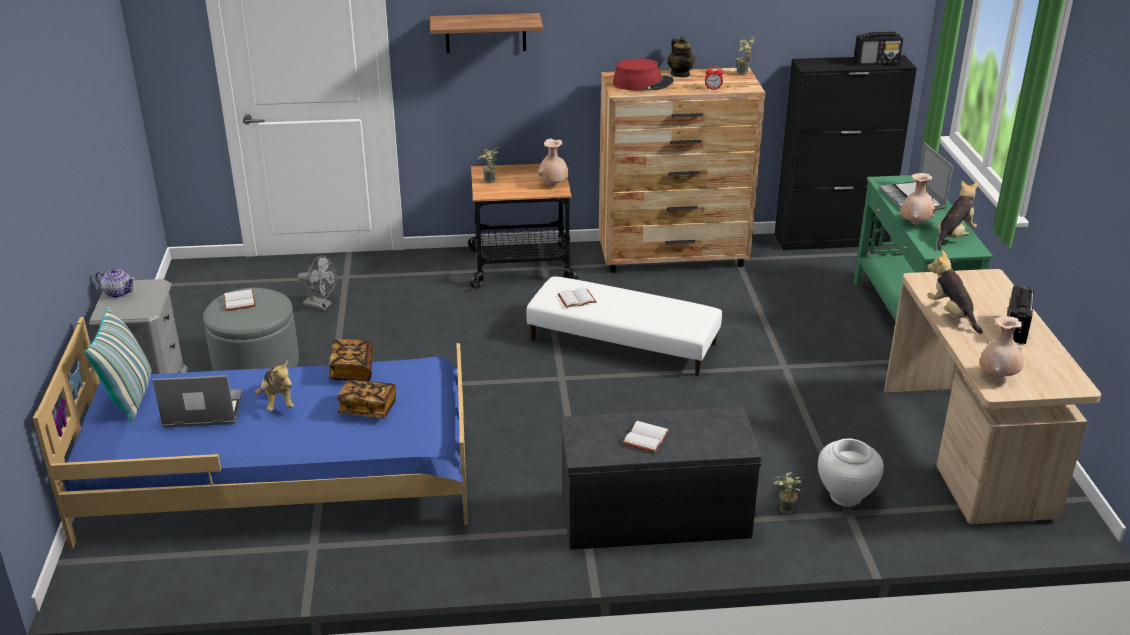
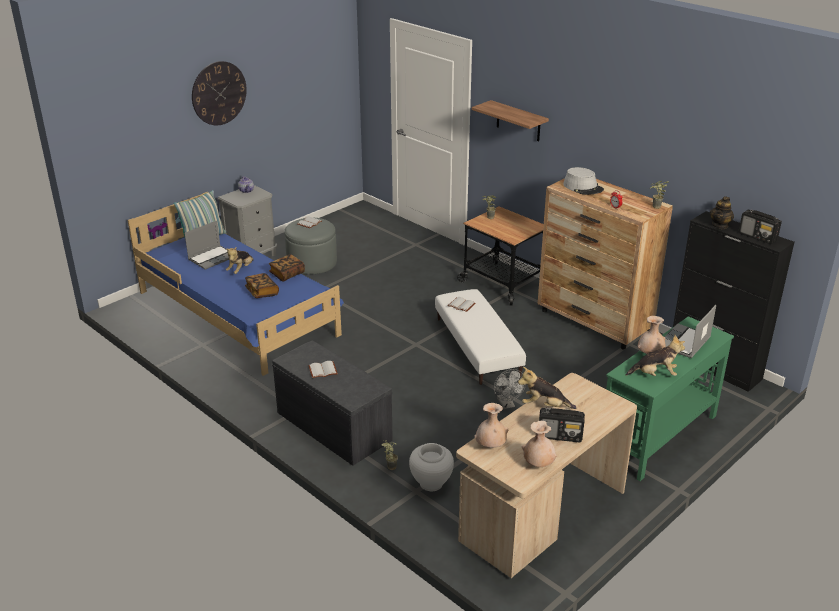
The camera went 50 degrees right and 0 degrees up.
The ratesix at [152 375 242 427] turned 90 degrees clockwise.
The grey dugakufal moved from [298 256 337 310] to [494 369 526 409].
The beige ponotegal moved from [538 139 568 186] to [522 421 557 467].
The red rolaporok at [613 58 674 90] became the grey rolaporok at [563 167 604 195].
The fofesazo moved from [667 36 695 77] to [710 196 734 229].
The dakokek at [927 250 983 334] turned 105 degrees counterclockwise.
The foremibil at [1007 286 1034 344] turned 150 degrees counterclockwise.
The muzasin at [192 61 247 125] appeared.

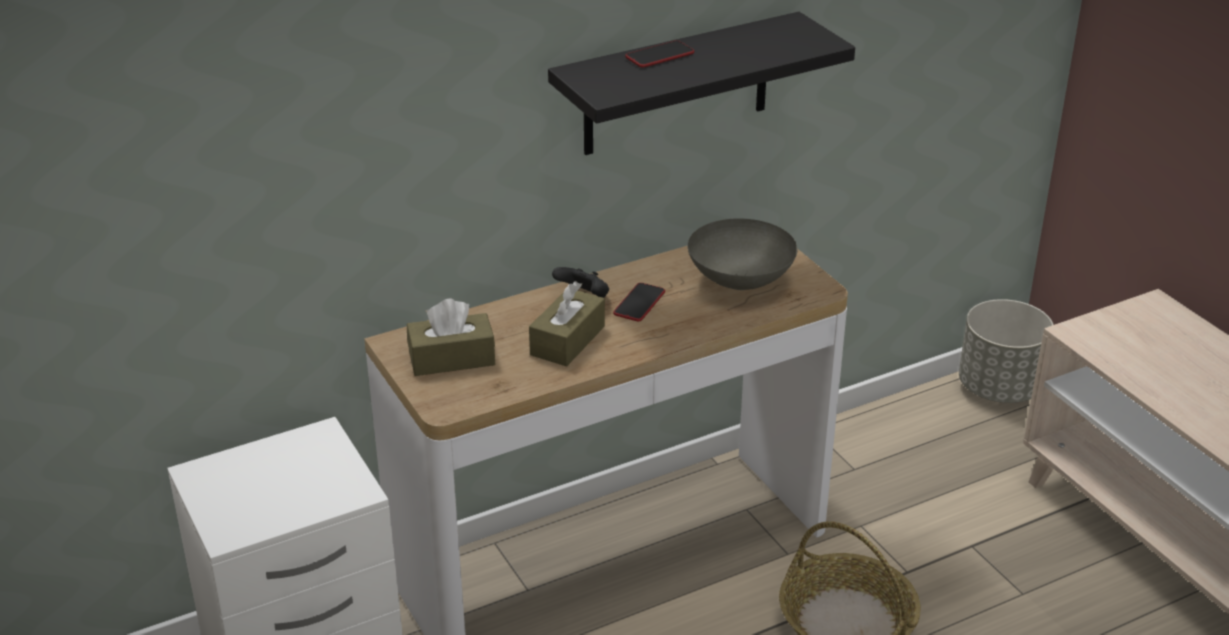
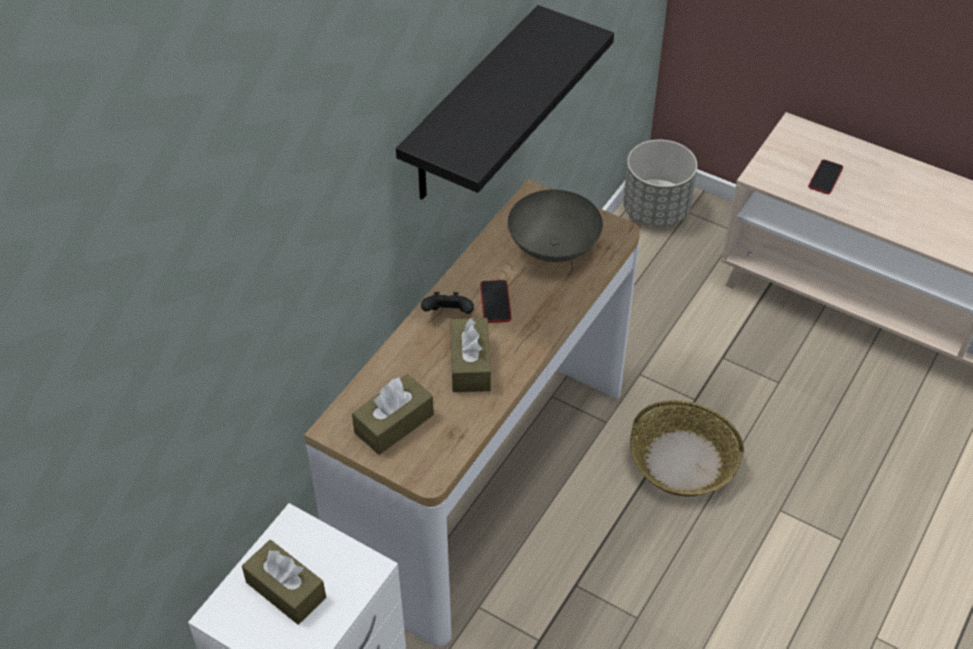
The camera went 30 degrees left and 15 degrees up.
The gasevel moved from [625 40 694 68] to [808 160 843 194].
The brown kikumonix at [242 540 326 625] appeared.

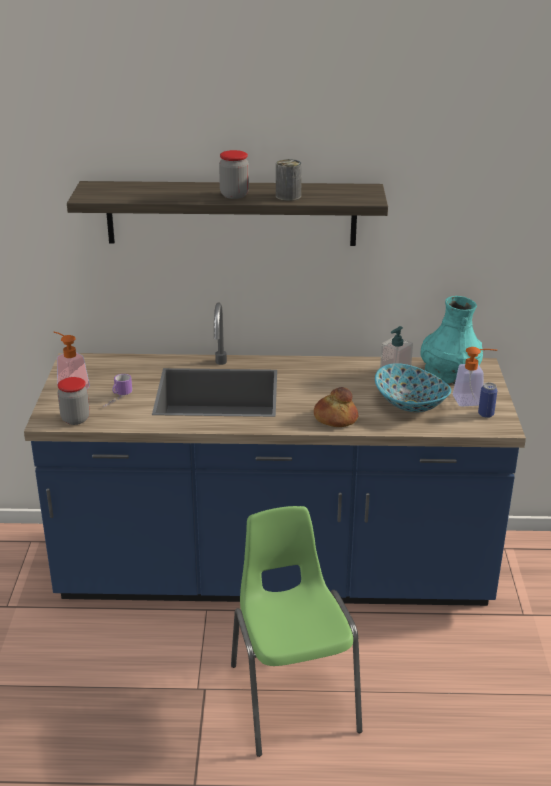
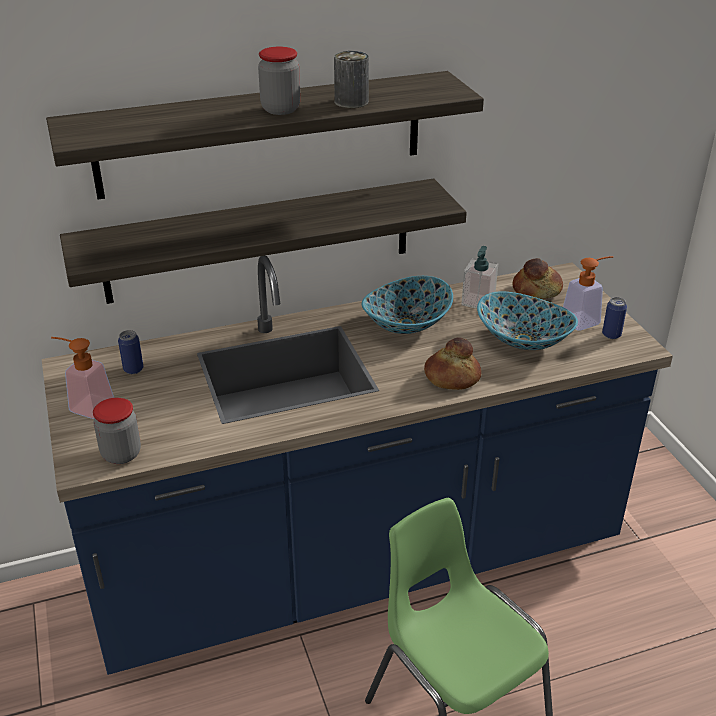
The camera went 20 degrees left and 5 degrees up.
The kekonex at [104 374 132 406] disappeared.
The turquoise ponotegal at [420 296 483 384] was replaced by the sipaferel at [512 258 563 299].
The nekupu at [60 179 467 304] appeared.
The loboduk at [118 330 143 374] appeared.
The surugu at [362 276 453 334] appeared.

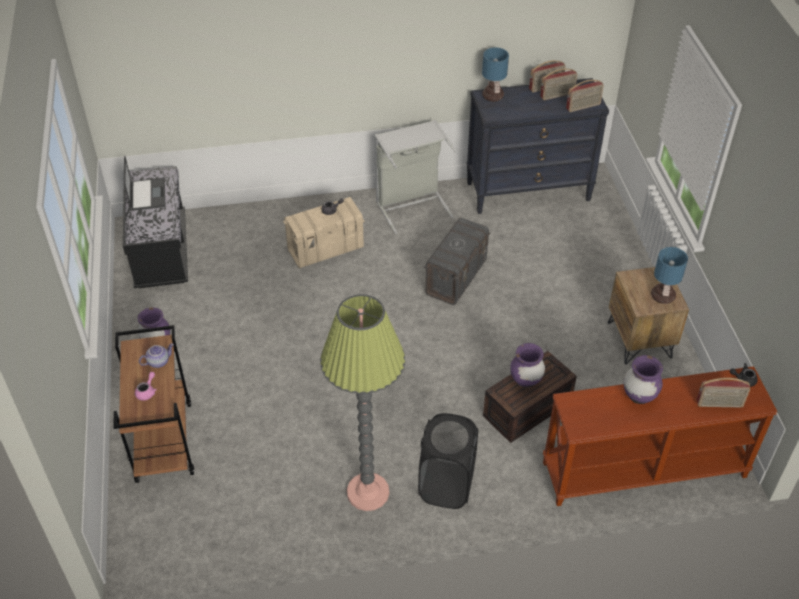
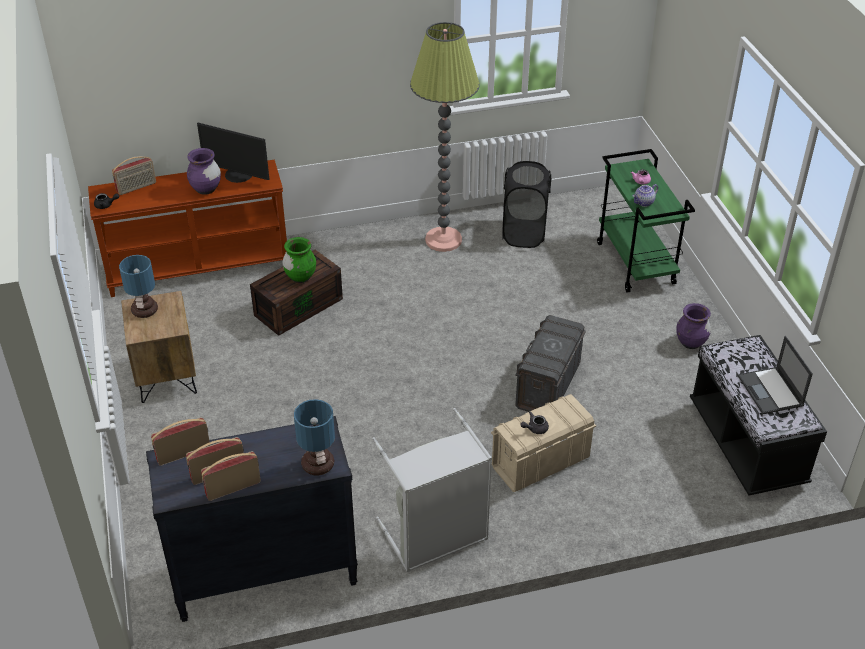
The camera went 175 degrees right and 5 degrees down.
The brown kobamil at [113 325 194 483] became the green kobamil at [597 149 695 292].
The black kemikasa moved from [418 413 478 509] to [502 161 551 248].
The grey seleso moved from [424 218 490 305] to [515 315 586 412].
The purple ponotegal at [510 343 545 388] became the green ponotegal at [282 237 316 283].
The foremibil at [697 378 750 407] turned 150 degrees clockwise.
The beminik at [197 123 270 183] appeared.

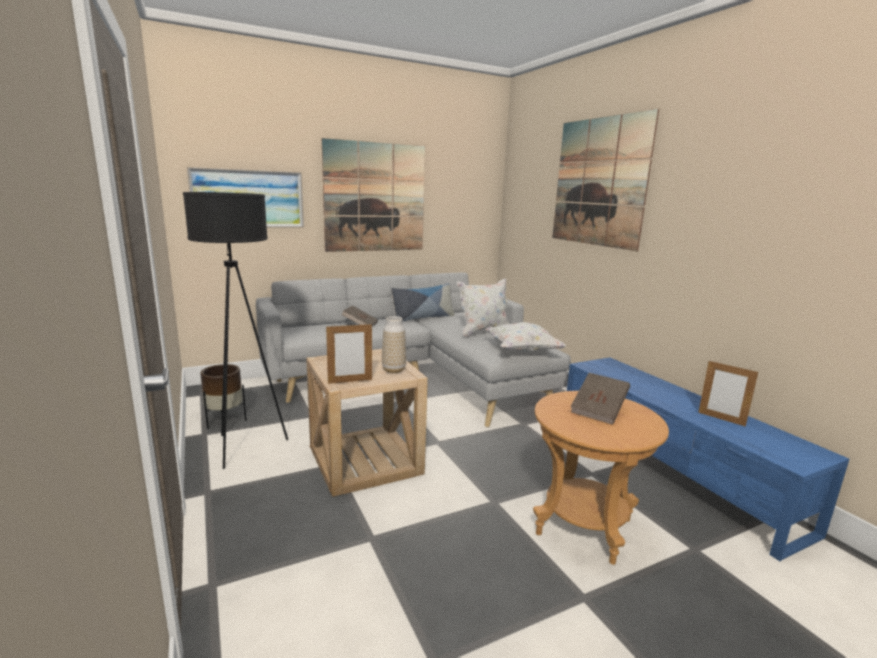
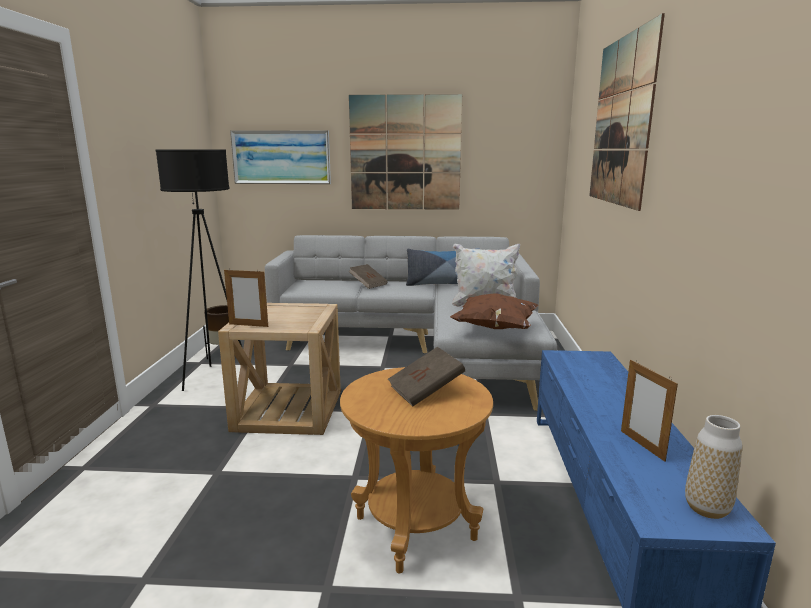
The camera went 30 degrees right and 0 degrees up.
The ponotegal moved from [382 316 406 373] to [685 415 742 519].
The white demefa at [485 322 566 352] became the brown demefa at [450 293 539 329].

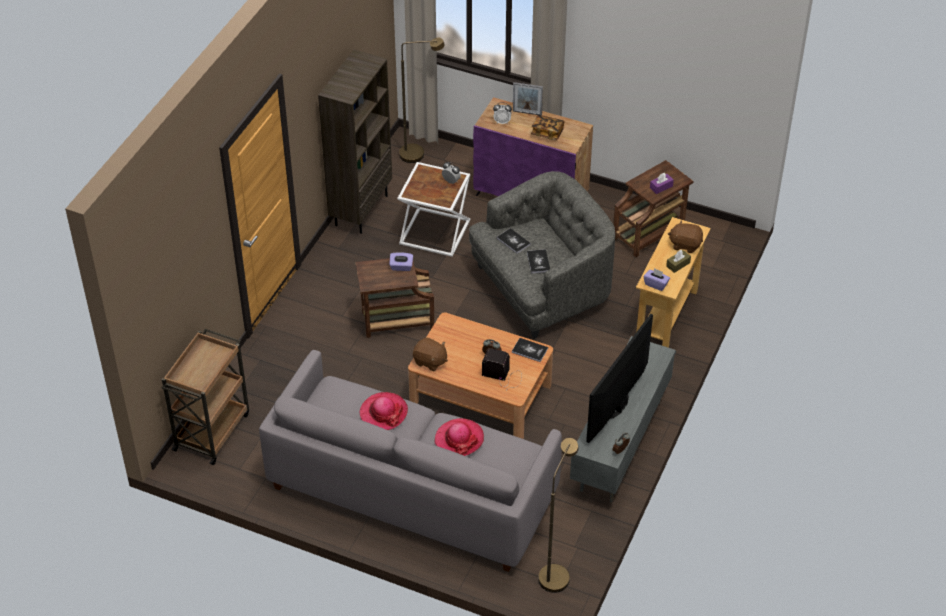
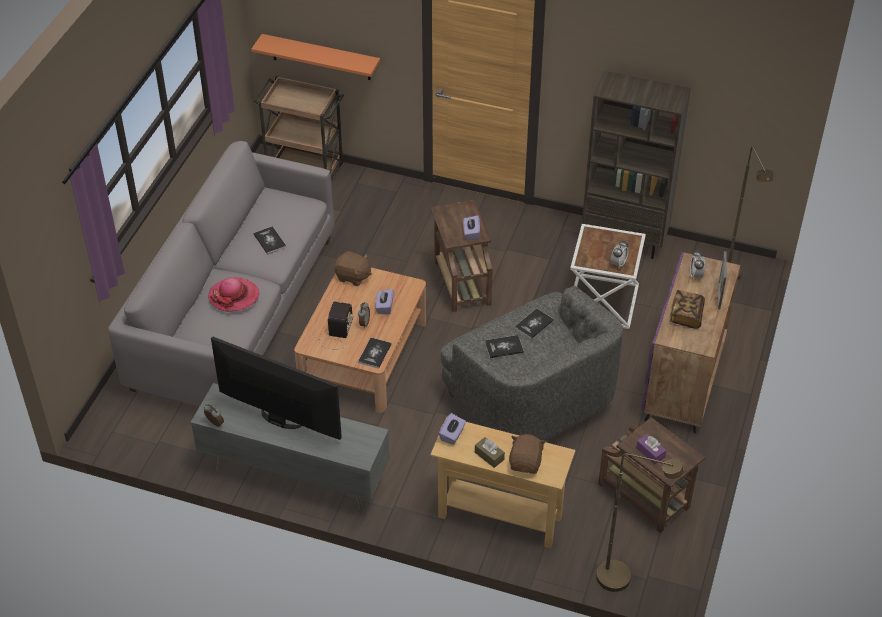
The camera went 85 degrees right and 0 degrees up.
The rolaporok at [360 392 408 430] was replaced by the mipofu at [253 226 286 255].
The brown dakokek at [413 337 448 371] turned 90 degrees counterclockwise.
The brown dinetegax moved from [538 438 578 593] to [596 453 684 592].
The orange nekupu at [251 34 380 80] appeared.
The purple kikumonix at [375 289 394 314] appeared.

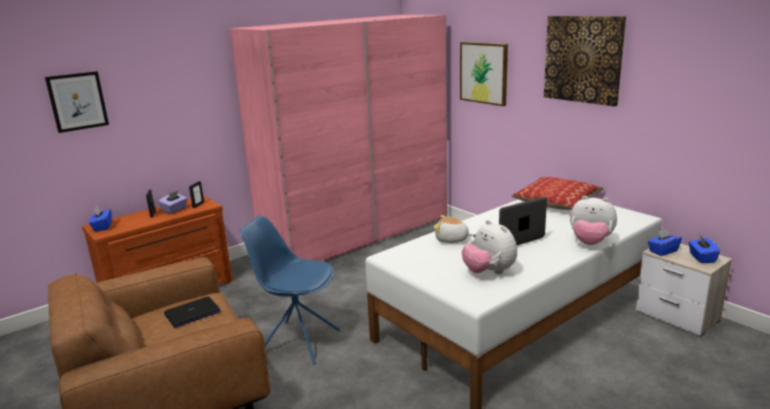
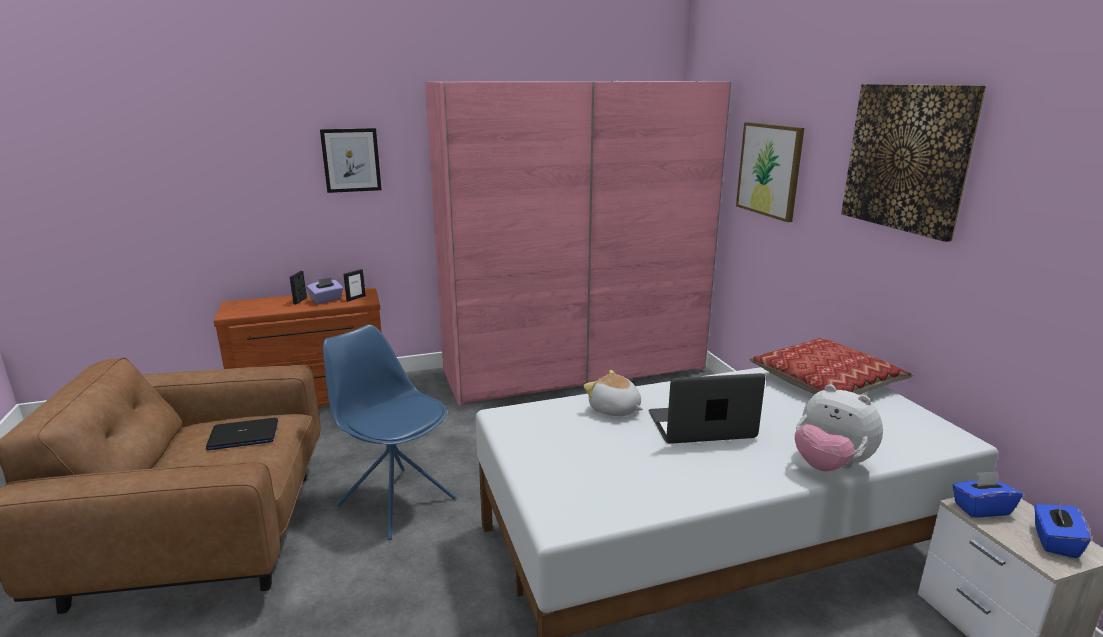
The camera went 20 degrees right and 0 degrees up.
The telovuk moved from [45 71 109 133] to [320 128 382 193].
The blue kikumonix at [89 207 112 231] disappeared.
The dakokek at [462 220 517 274] disappeared.

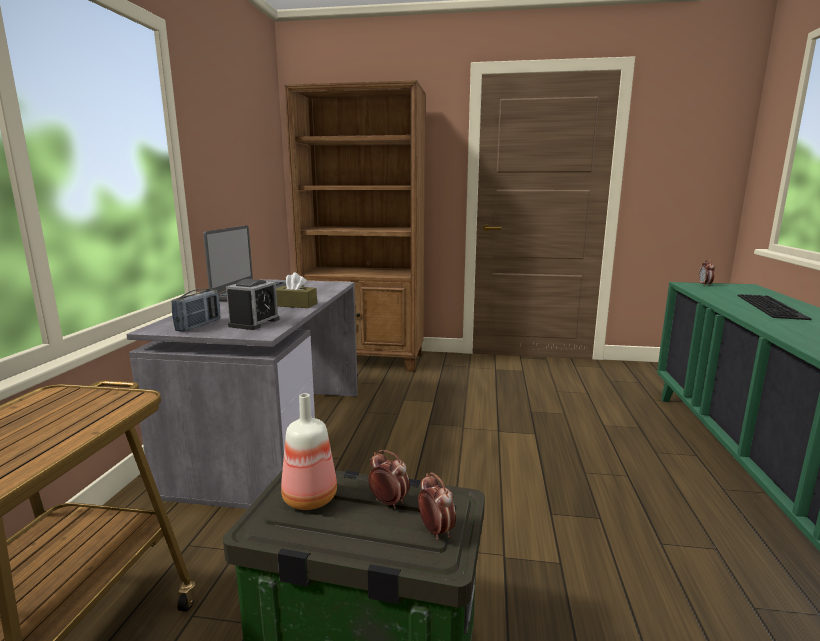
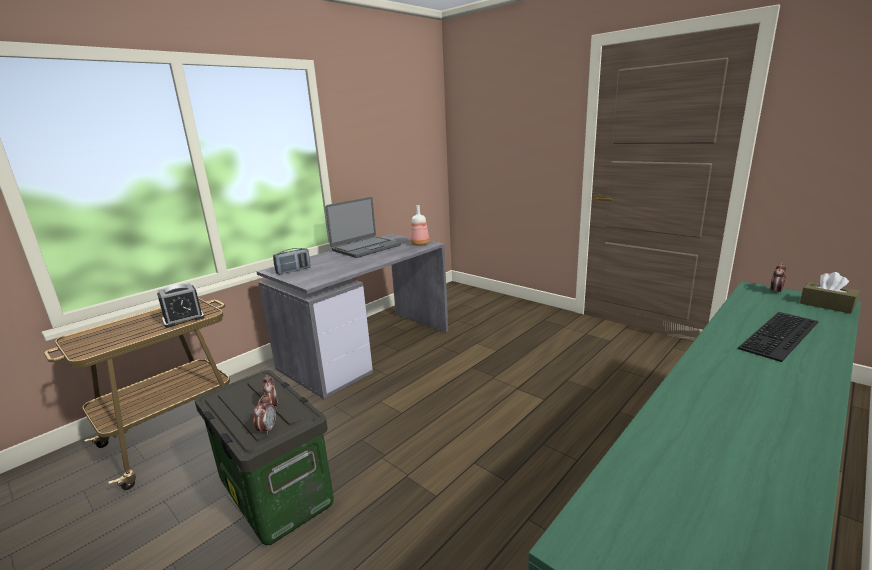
The camera went 35 degrees right and 5 degrees up.
The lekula moved from [226 279 279 330] to [157 283 205 328].
The brown kikumonix moved from [276 272 317 308] to [800 272 860 314].
The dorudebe moved from [281 393 337 510] to [410 205 429 246].
The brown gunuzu at [284 80 425 371] disappeared.

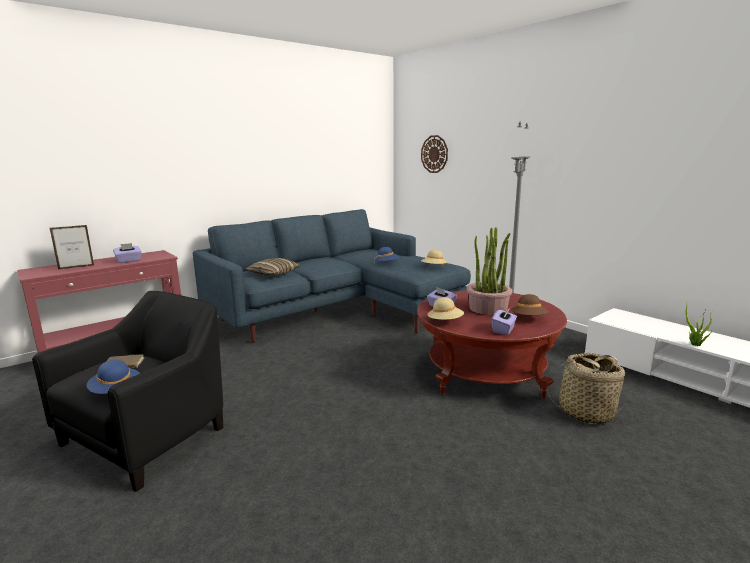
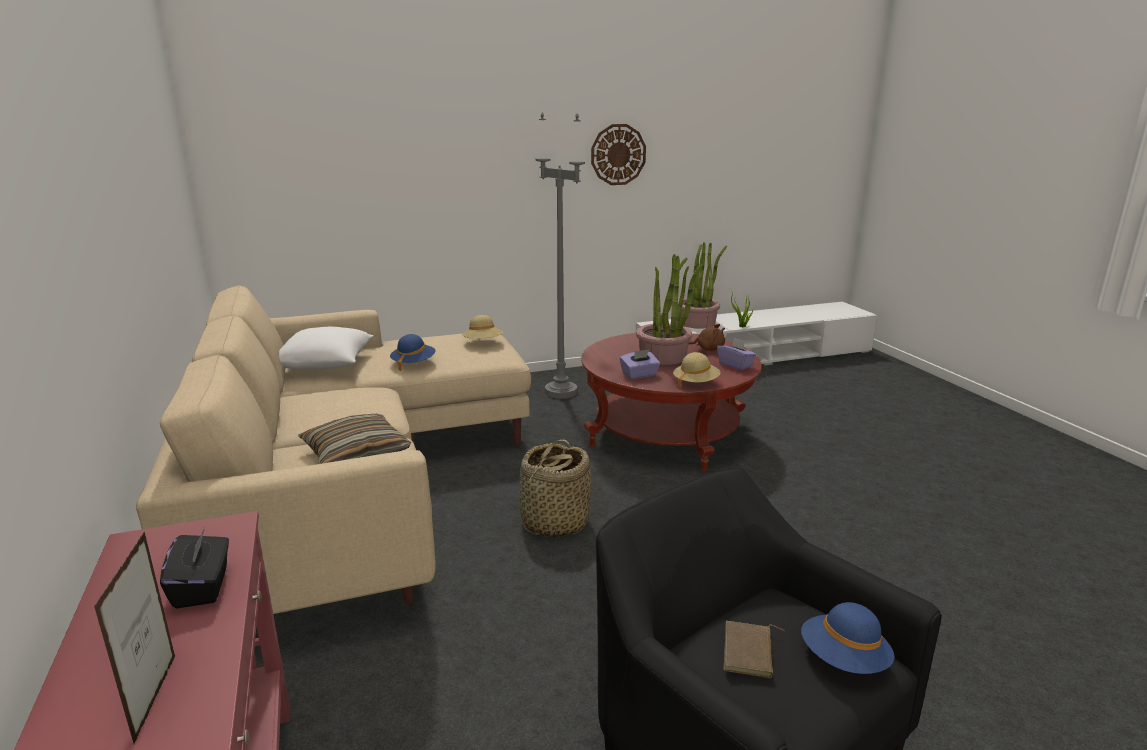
The camera went 70 degrees left and 5 degrees up.
The purple kikumonix at [113 243 141 263] became the black kikumonix at [160 528 229 609].
The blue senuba at [193 209 471 343] became the beige senuba at [136 285 531 614].
The muzasin moved from [421 135 448 173] to [591 124 646 185].
The brown rolaporok at [511 294 549 315] was replaced by the brown dakokek at [689 324 725 350].
The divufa moved from [547 353 626 424] to [519 440 591 537].
The white demefa at [279 327 374 369] appeared.
The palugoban at [677 242 727 329] appeared.

